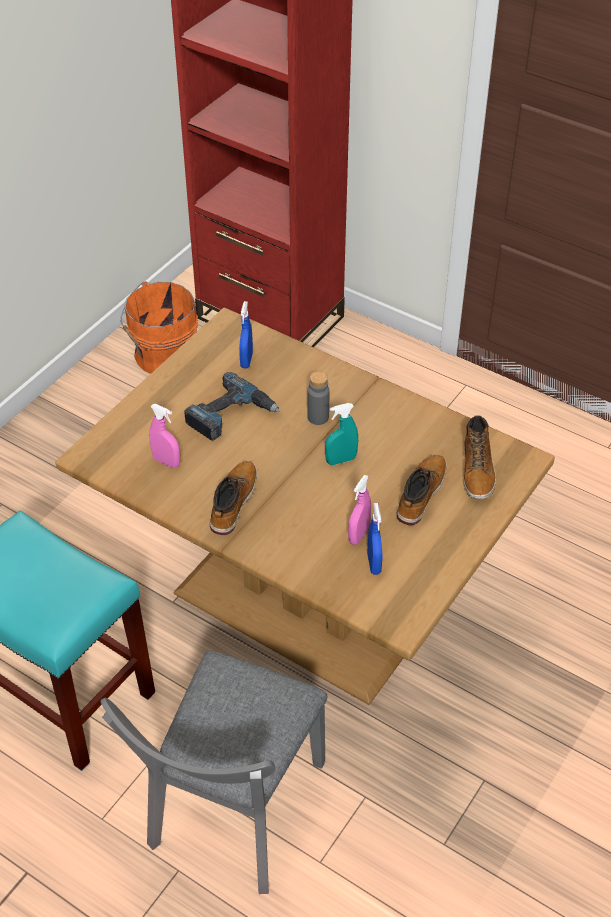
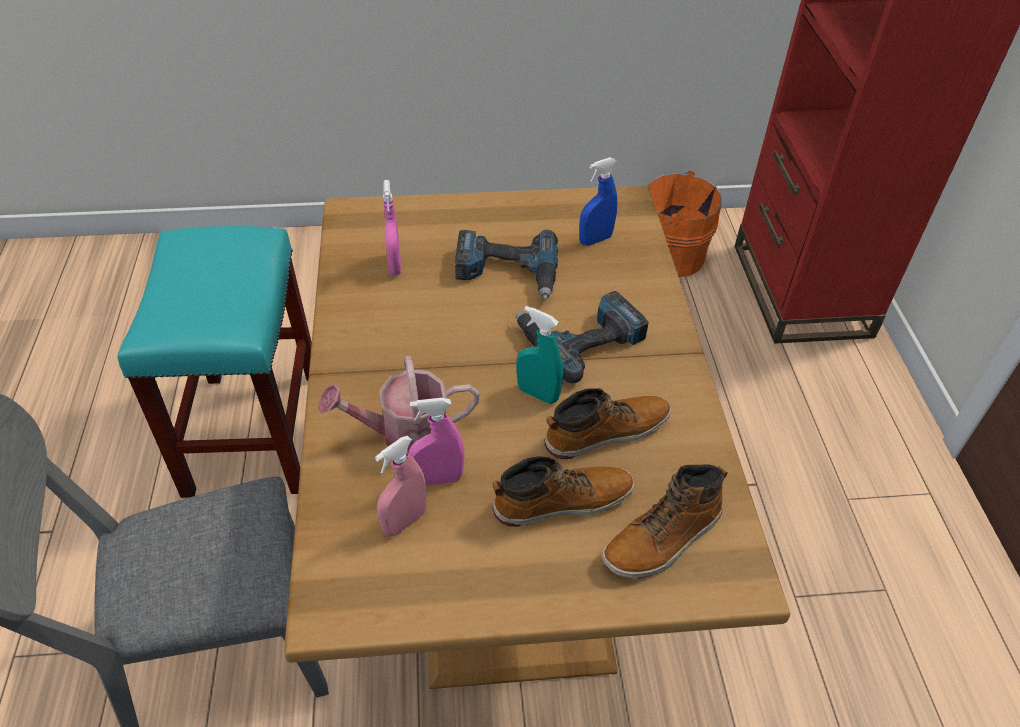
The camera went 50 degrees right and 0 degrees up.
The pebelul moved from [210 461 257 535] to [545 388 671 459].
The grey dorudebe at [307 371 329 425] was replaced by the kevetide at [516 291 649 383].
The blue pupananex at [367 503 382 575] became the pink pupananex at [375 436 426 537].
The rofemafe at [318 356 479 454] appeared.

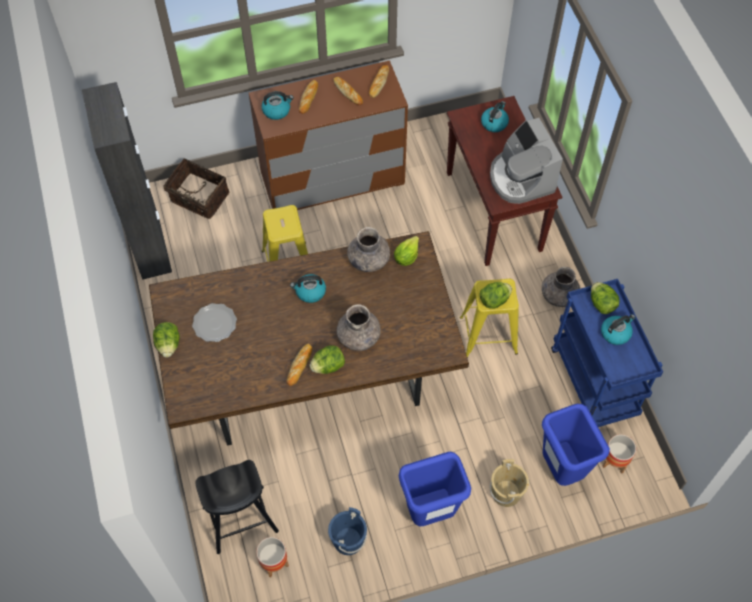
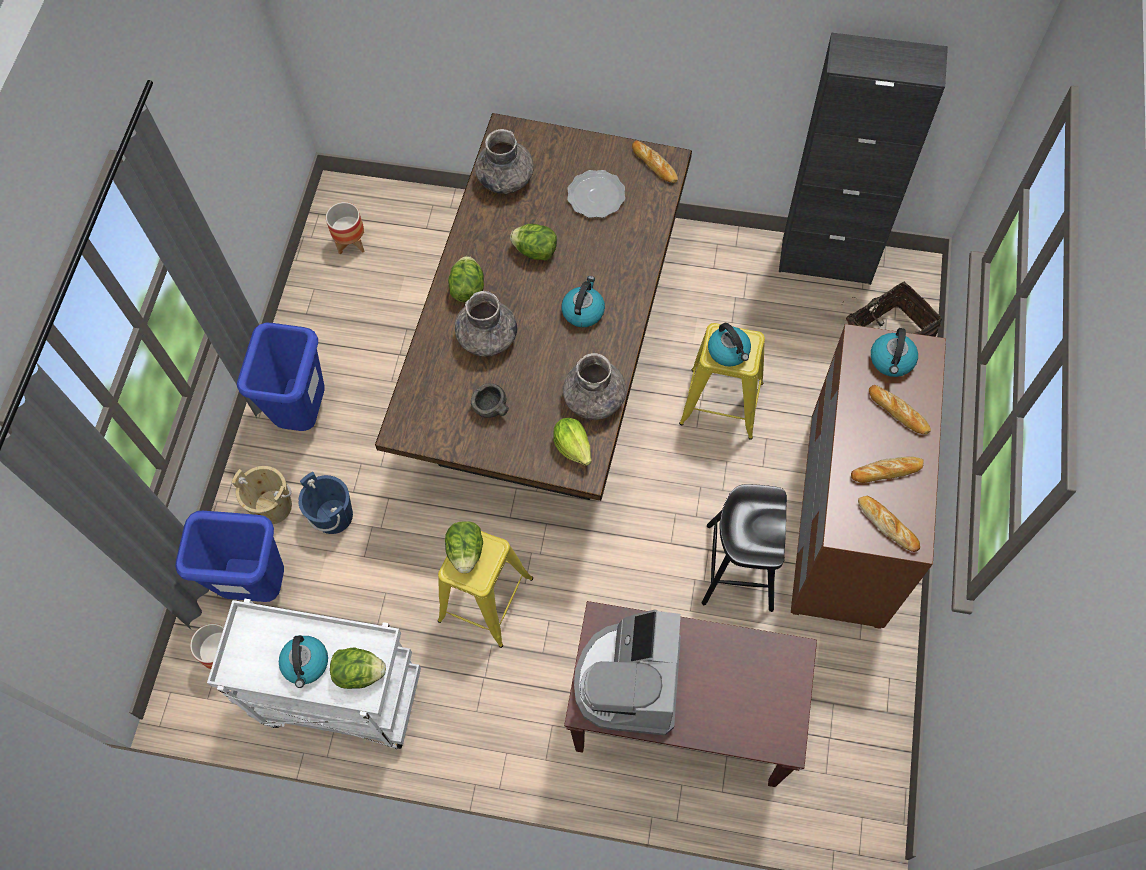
The camera went 120 degrees right and 5 degrees up.
The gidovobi moved from [153 322 180 357] to [510 224 557 261].
The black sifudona moved from [195 460 279 554] to [702 484 787 612].
The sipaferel moved from [287 343 312 386] to [632 140 678 183].
The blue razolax moved from [328 507 367 555] to [298 472 353 534].
The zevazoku moved from [481 101 509 132] to [708 323 751 367].
The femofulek at [490 118 563 204] turned 90 degrees counterclockwise.
The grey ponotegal moved from [542 267 580 307] to [475 129 534 194].
The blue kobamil at [551 279 663 427] became the white kobamil at [207 599 421 749].
The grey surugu at [471 383 509 418] appeared.

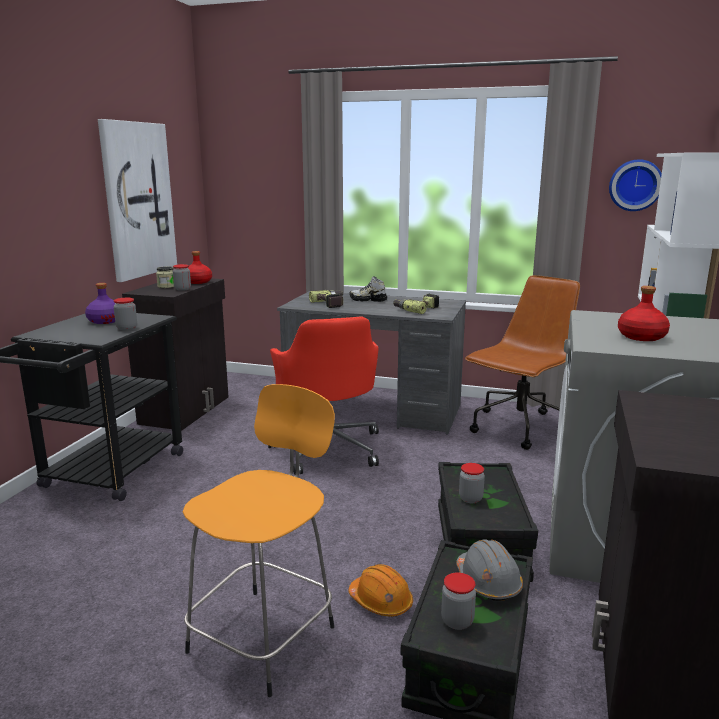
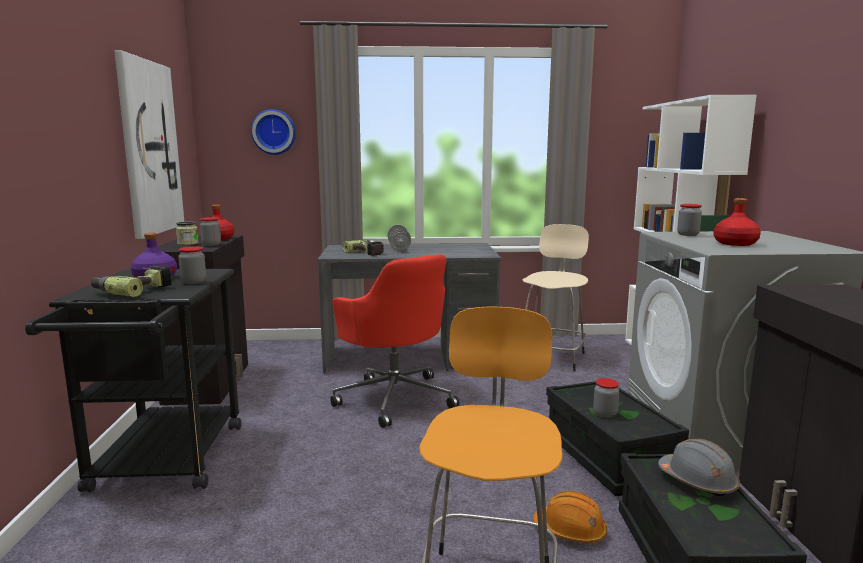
The camera went 20 degrees left and 5 degrees down.
The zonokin at [349 276 387 302] was replaced by the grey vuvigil at [387 225 411 251].
The kevetide moved from [393 294 439 314] to [91 265 172 297].
The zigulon moved from [441 572 476 630] to [677 204 702 236].
The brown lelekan at [465 275 580 450] was replaced by the beige sifudona at [522 224 589 372].
The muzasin moved from [609 159 662 211] to [251 109 296 155].

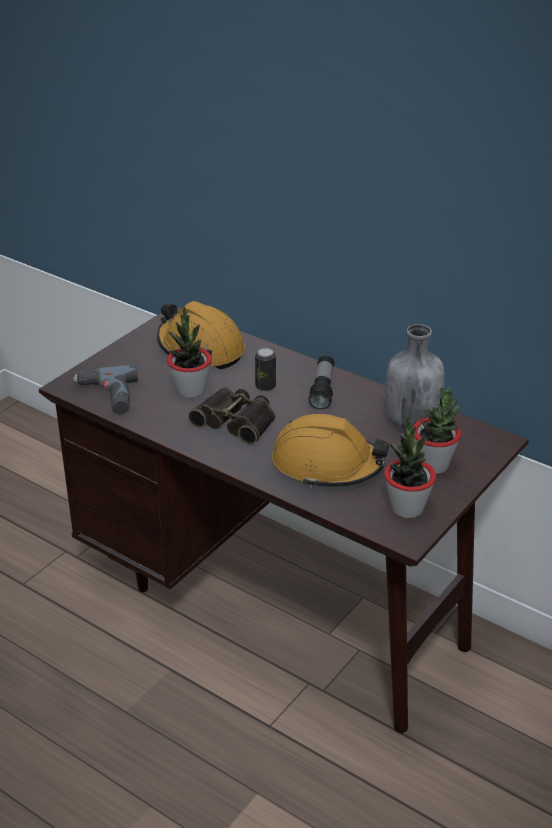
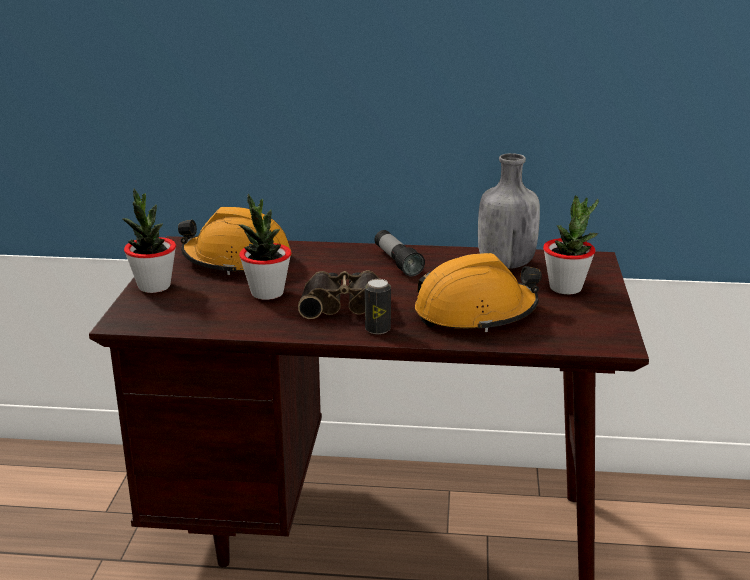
The camera went 30 degrees left and 10 degrees down.
The kevetide at [73 365 138 414] disappeared.
The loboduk moved from [255 348 276 391] to [365 279 391 334].
The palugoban moved from [384 415 436 518] to [122 188 176 293].

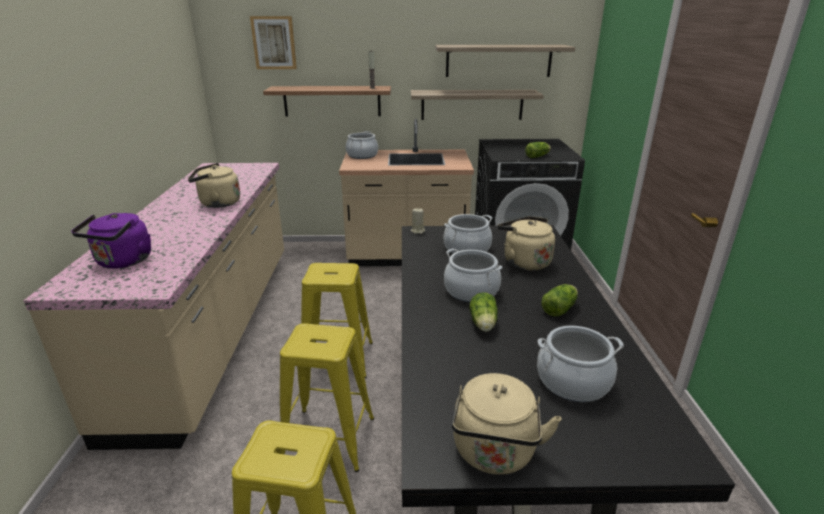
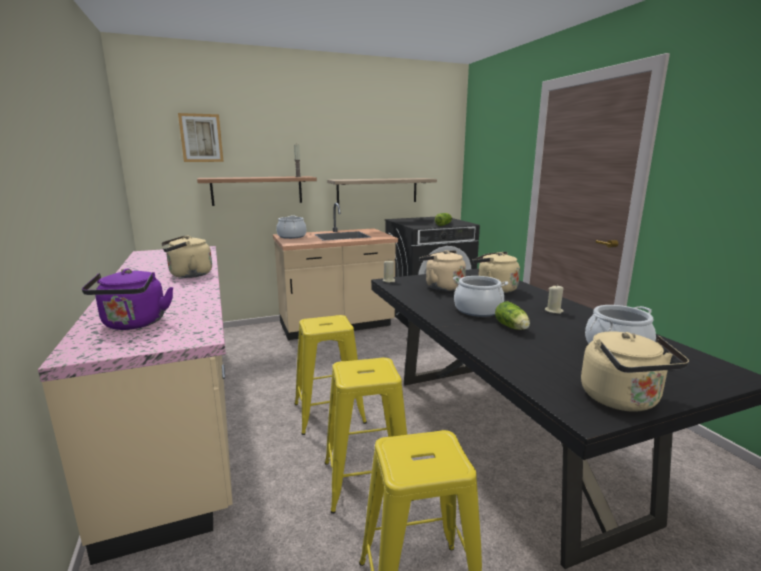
The camera went 20 degrees left and 10 degrees down.
The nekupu at [435 45 575 77] disappeared.
The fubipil at [444 214 492 254] was replaced by the beige zevazoku at [419 250 466 291].
The gidovobi at [542 284 578 316] was replaced by the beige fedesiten at [545 285 564 314].

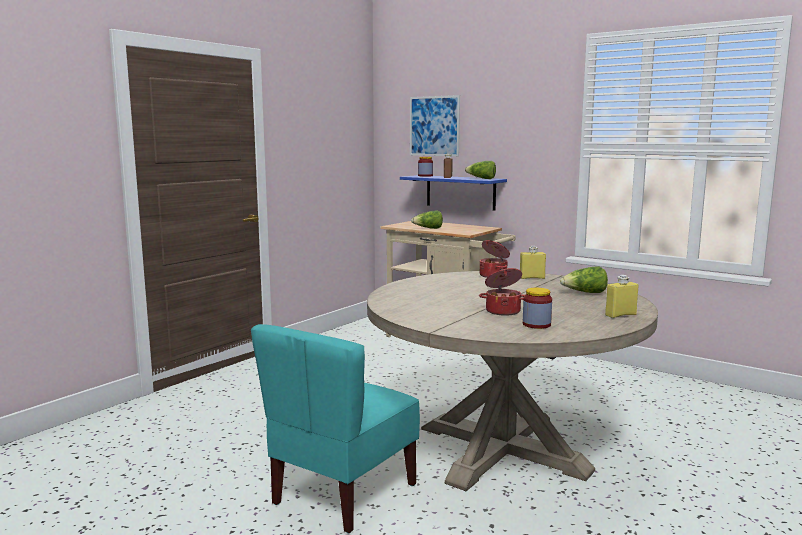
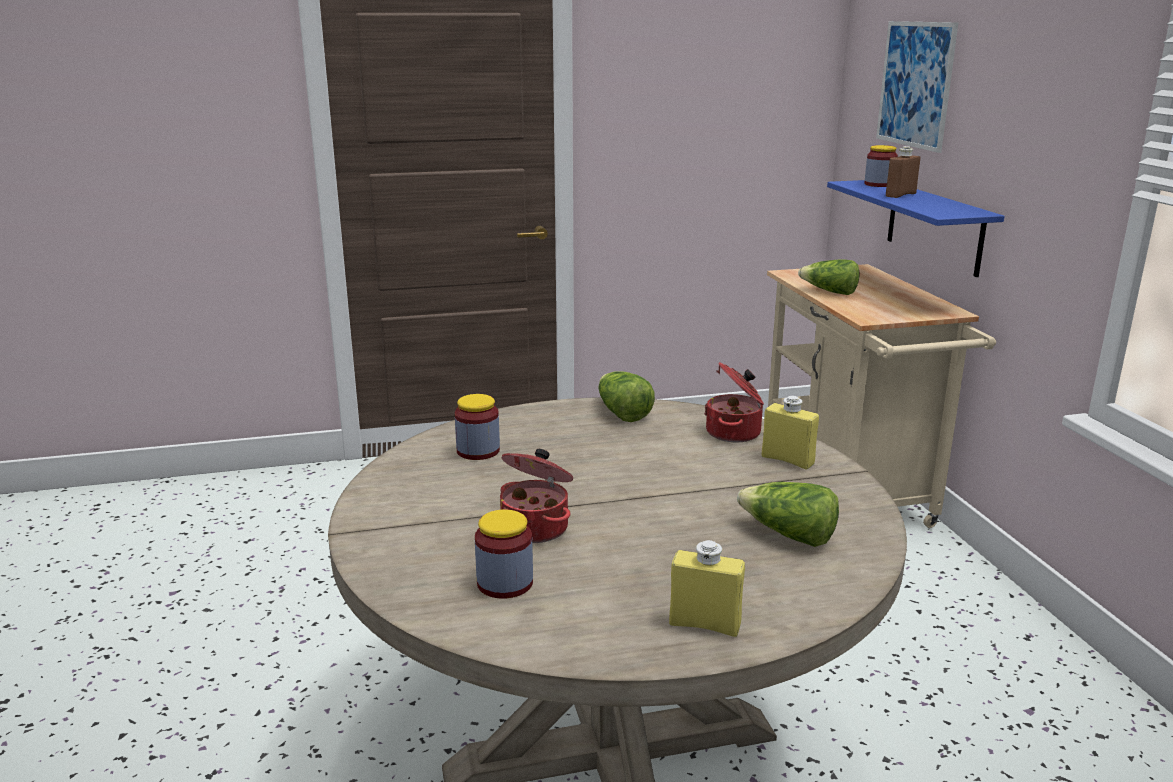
The camera went 40 degrees right and 10 degrees up.
The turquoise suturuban at [251 324 420 533] disappeared.
The gidovobi moved from [465 161 496 179] to [599 371 655 422].
The zigulon at [455 394 500 460] appeared.

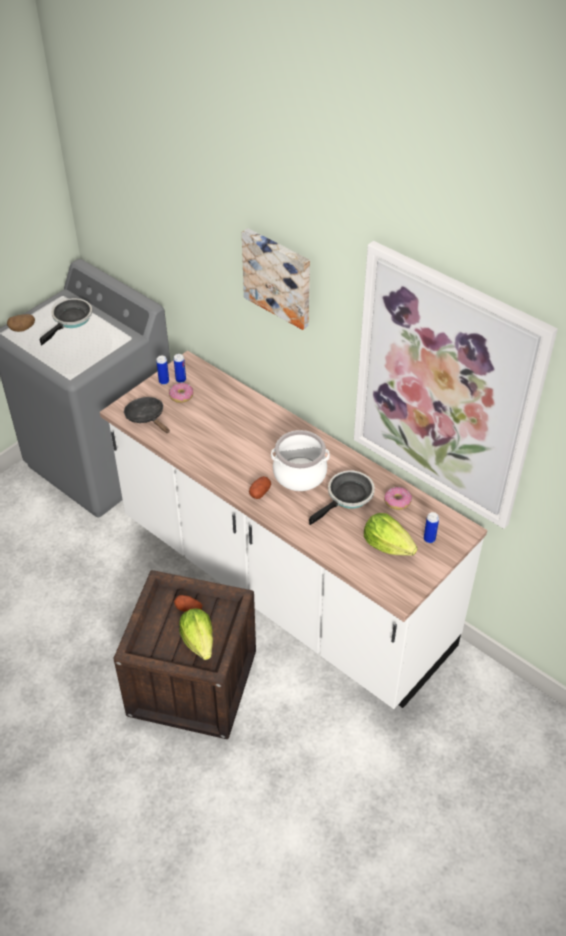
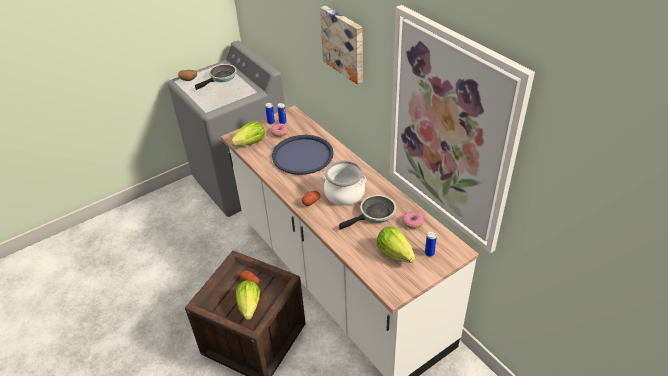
The camera went 15 degrees right and 5 degrees down.
The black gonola at [124 397 170 433] was replaced by the gidovobi at [231 121 265 146].
The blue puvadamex at [272 135 334 175] appeared.

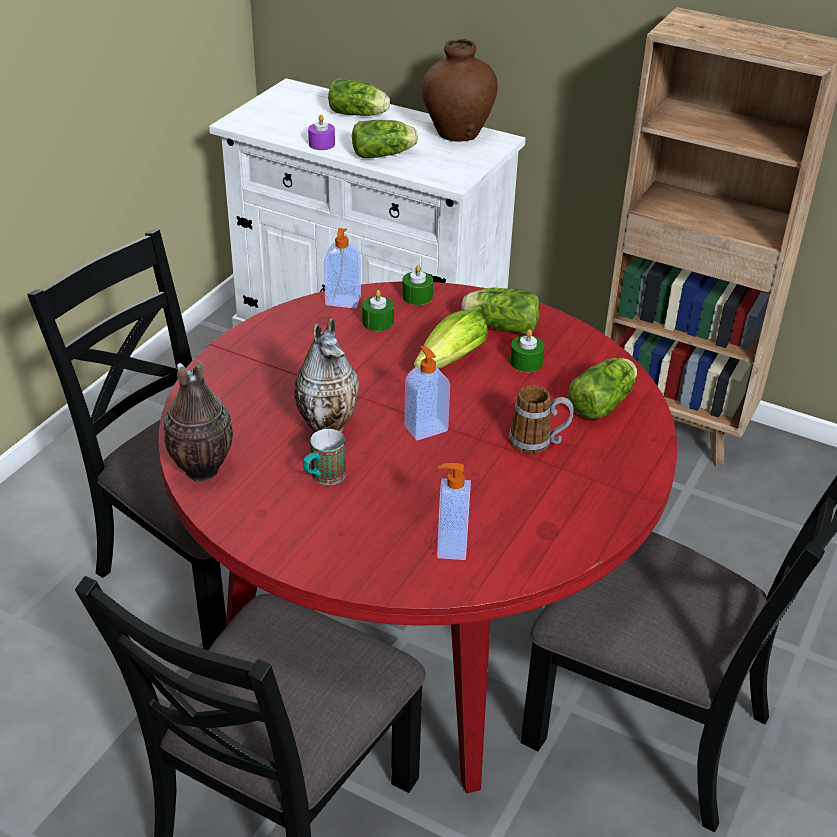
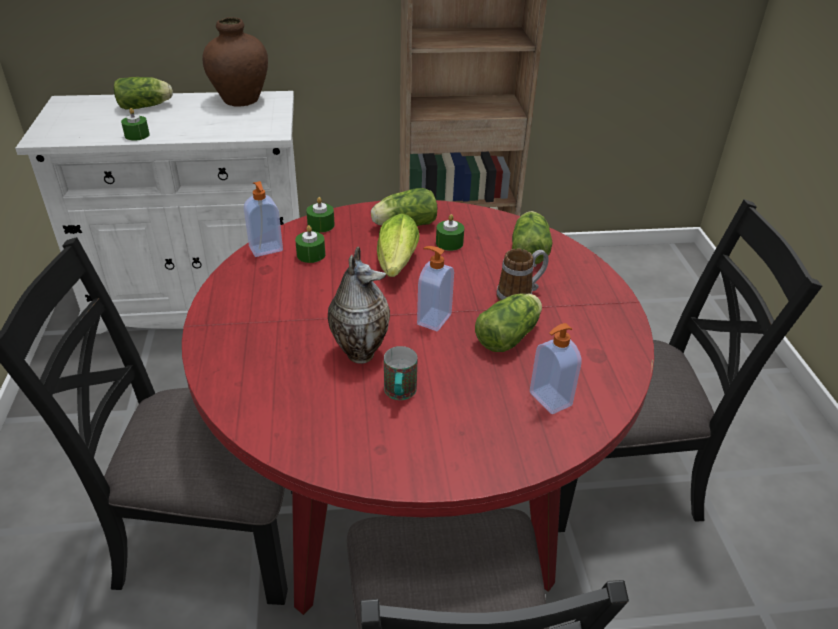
The camera went 35 degrees left and 0 degrees up.
The ponotegal at [163 360 233 482] disappeared.
The purple fedesiten at [308 115 335 150] became the green fedesiten at [121 108 150 141].
The gidovobi moved from [352 120 418 158] to [475 293 542 352].

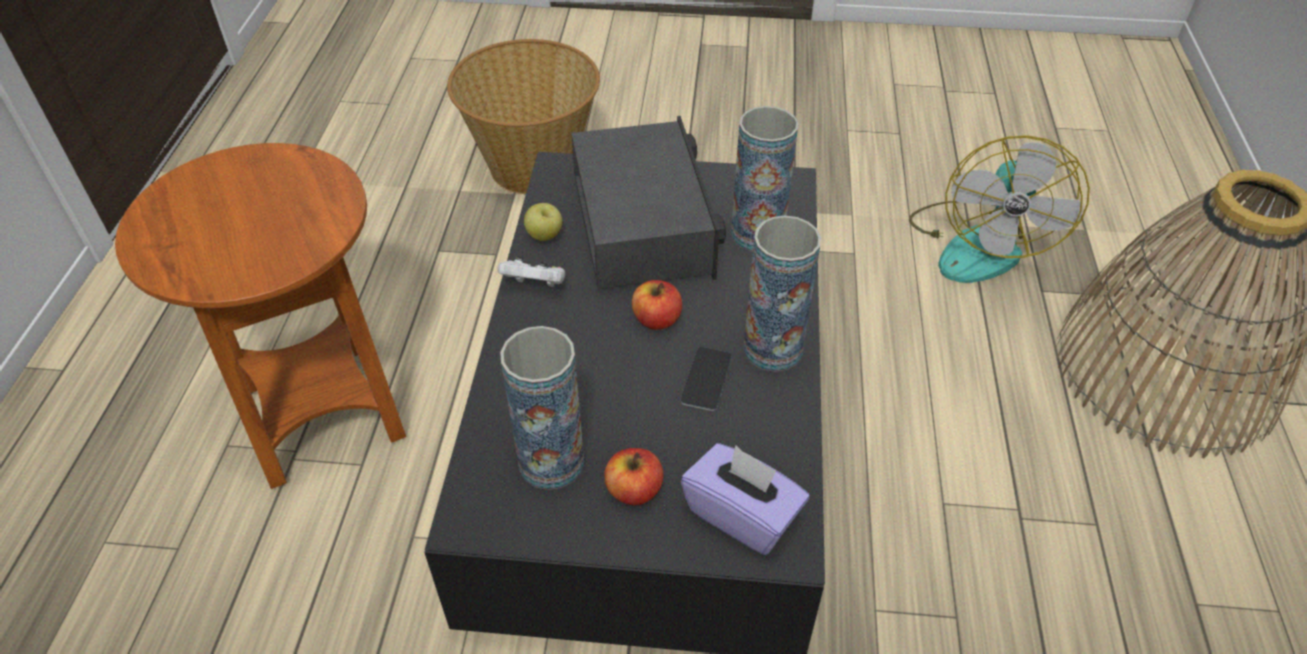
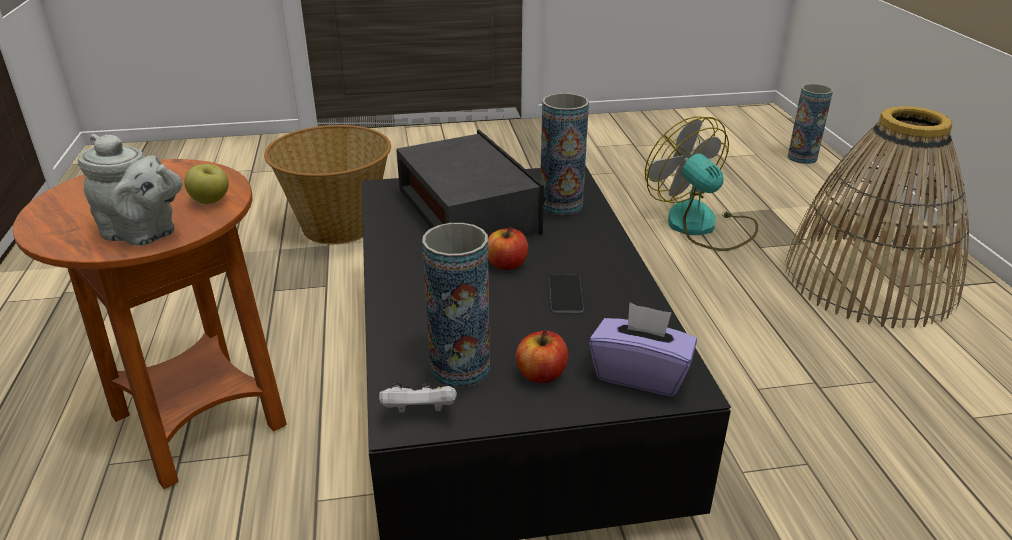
The camera went 15 degrees left and 15 degrees down.
The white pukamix moved from [498 256 565 287] to [379 383 457 413].
The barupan moved from [524 203 562 241] to [185 164 229 204].
The ponotegal moved from [743 216 821 371] to [788 84 833 164].
The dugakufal at [909 135 1090 283] turned 150 degrees clockwise.
The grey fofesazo at [78 134 182 246] appeared.

